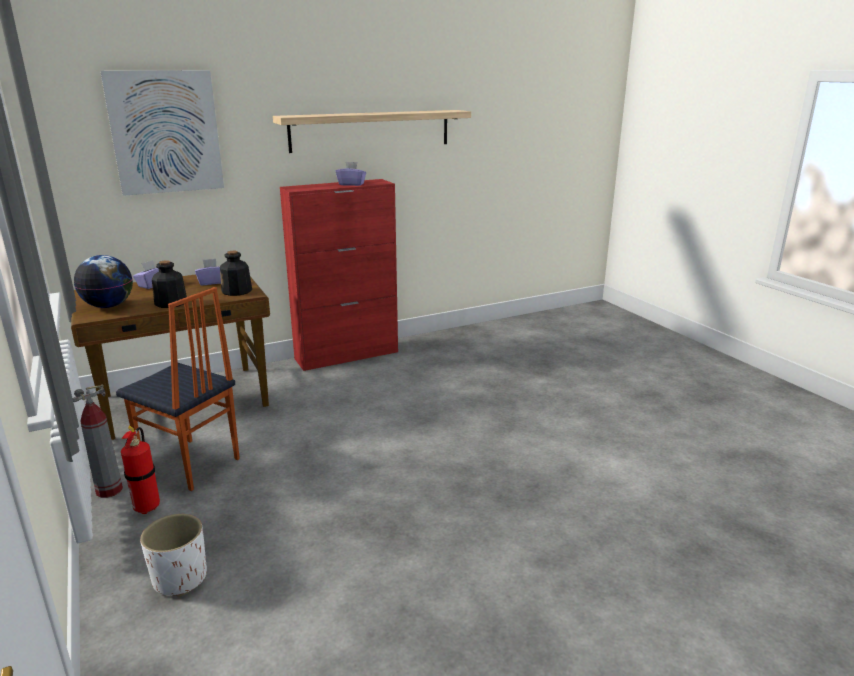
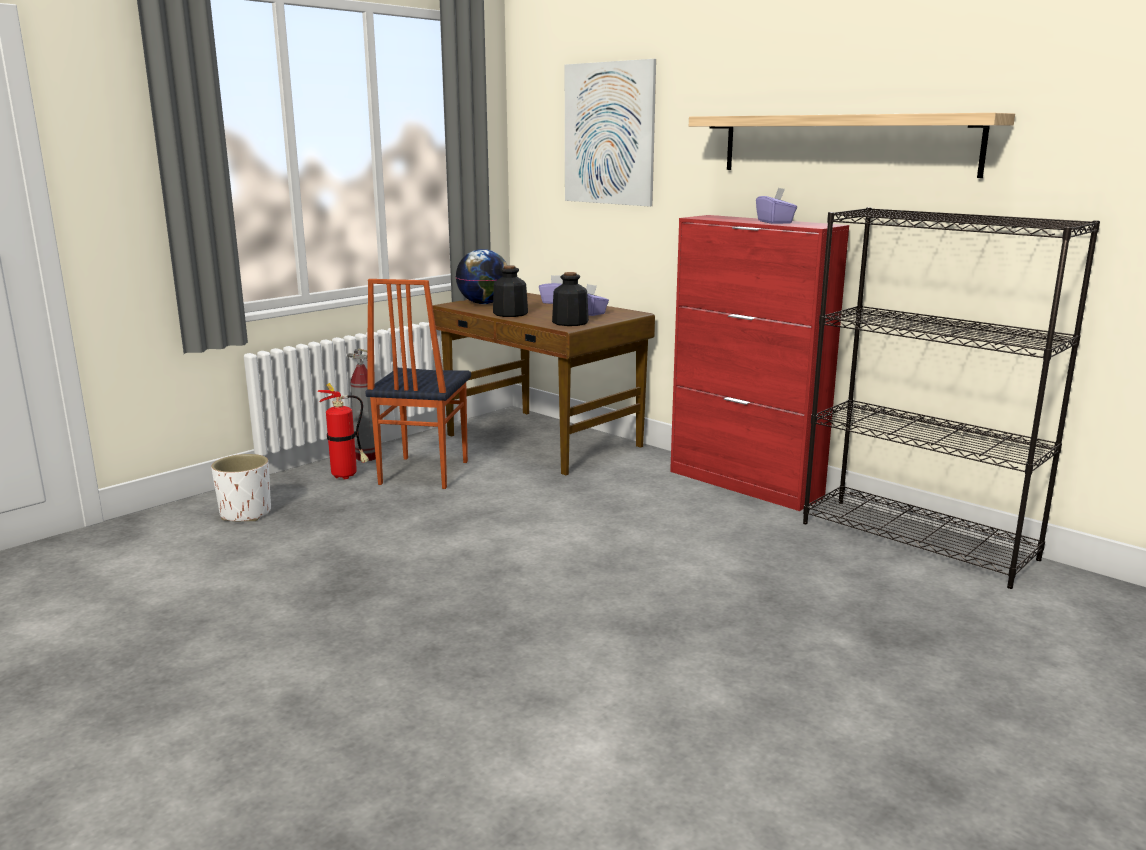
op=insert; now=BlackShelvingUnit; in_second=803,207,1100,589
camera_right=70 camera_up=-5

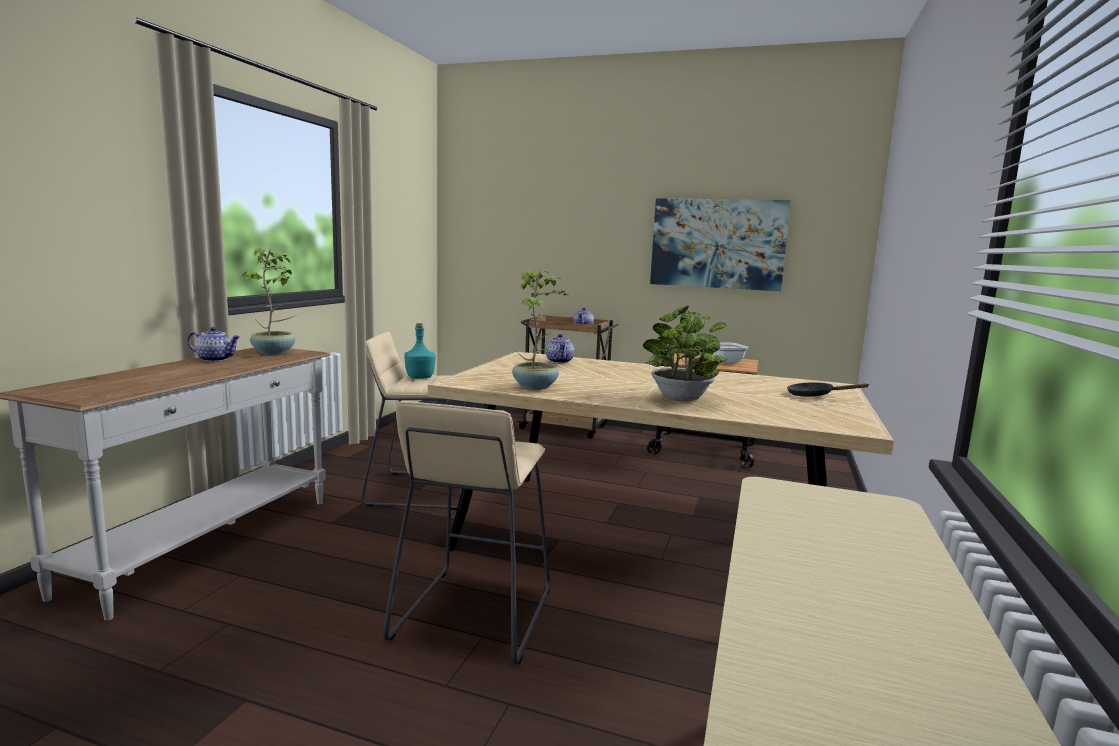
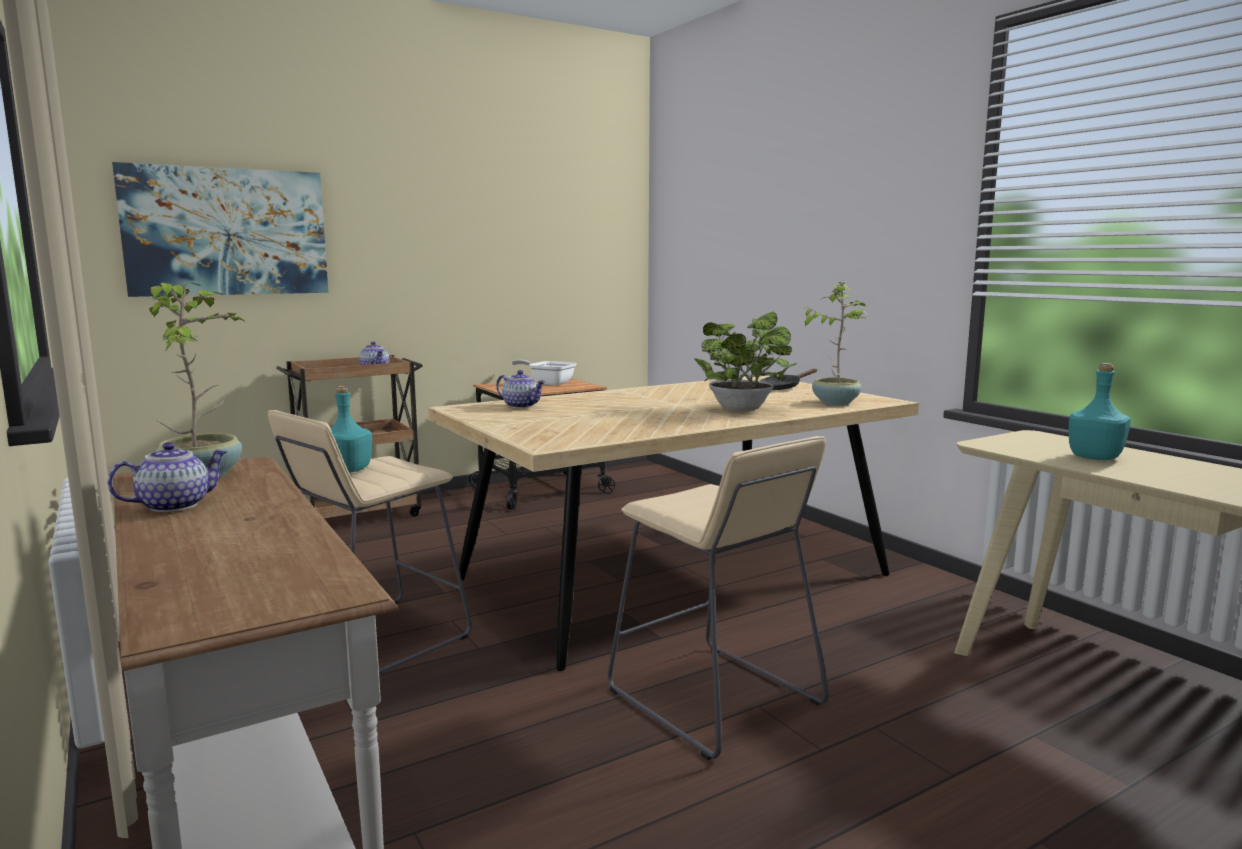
op=move; was=Picture; in_first=650,198,791,291; in_second=112,162,329,297
op=move; was=Houseplant; in_first=512,270,567,390; in_second=802,283,867,405
op=insert; now=TurquoiseColouredBottle; in_second=1069,363,1131,460
camera_right=-50 camera_up=0

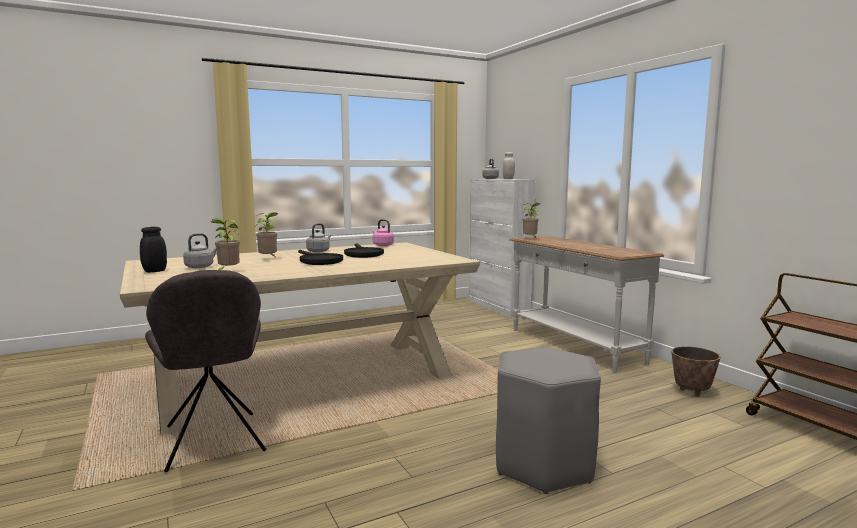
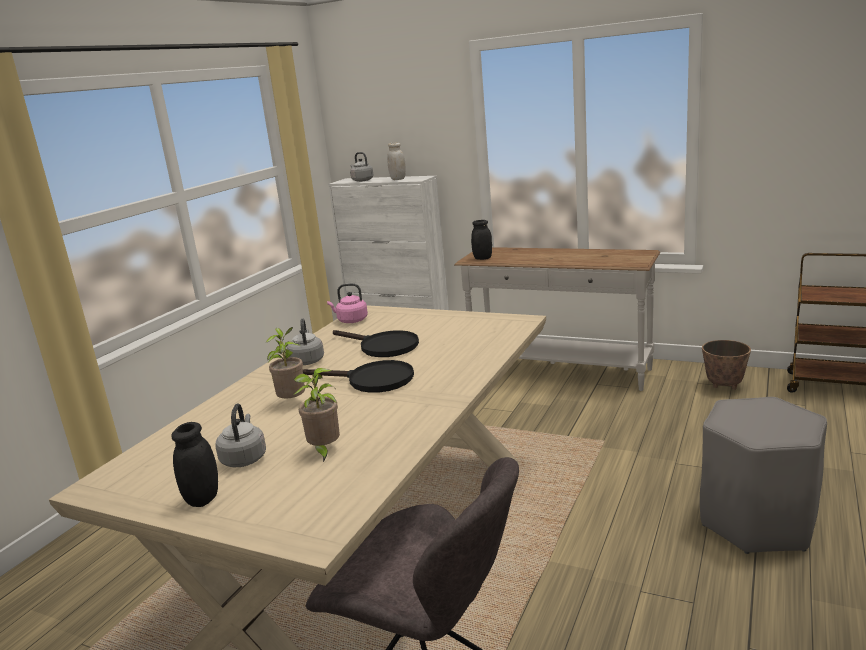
op=replace; was=Houseplant; now=BlackStorageJar; in_first=523,203,540,237; in_second=471,220,492,260
camera_right=-35 camera_up=10

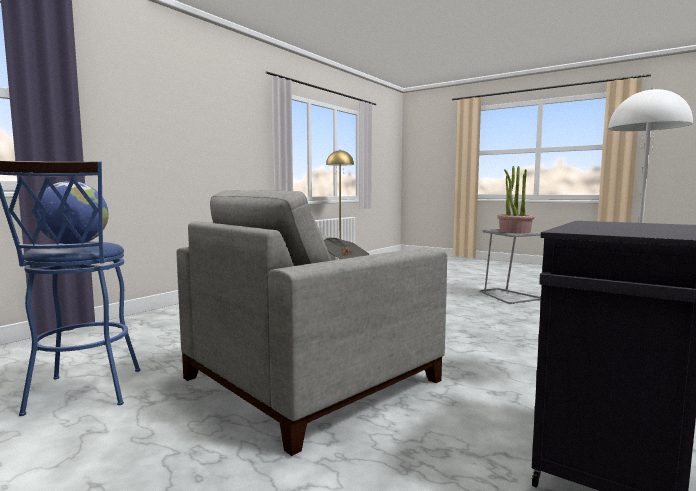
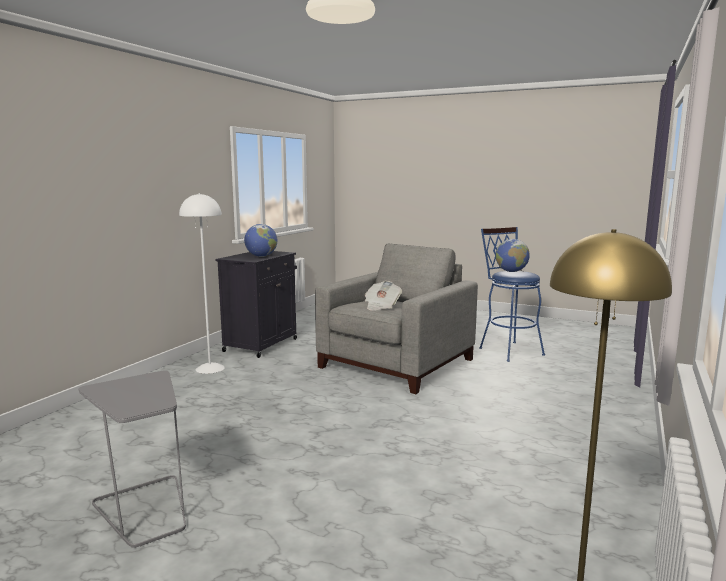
op=insert; now=WorldGlobe; in_second=244,224,277,257
op=delete; was=Houseplant; in_first=497,166,535,234
camera_right=170 camera_up=5

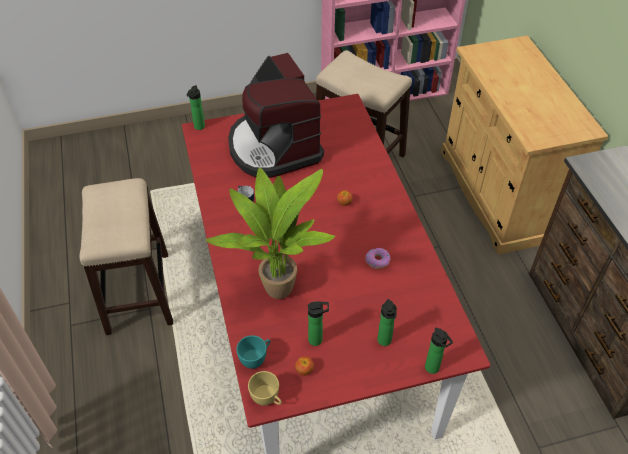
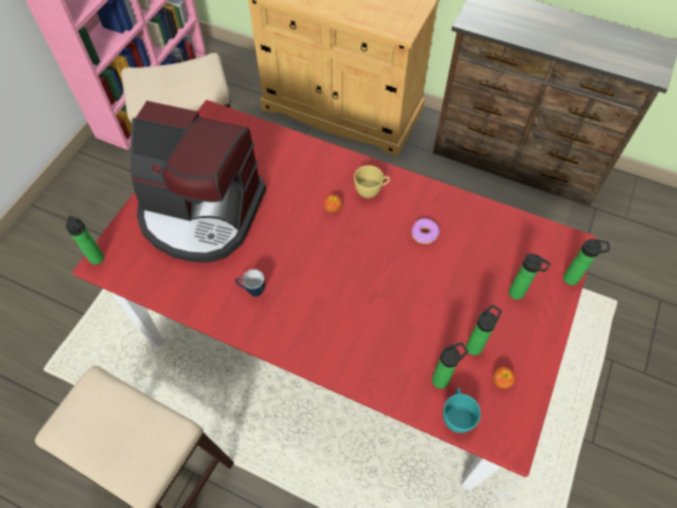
op=move; was=YellowColouredDrinkingCup; in_first=248,371,282,406; in_second=354,165,390,198
op=insert; now=Bottle; in_second=432,342,468,389
op=delete; was=Houseplant; in_first=205,168,335,299
camera_right=-50 camera_up=10

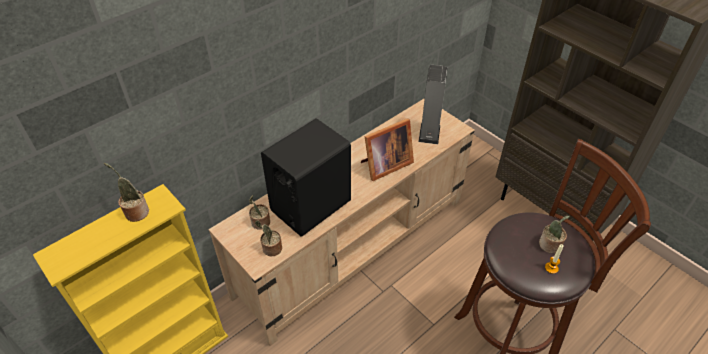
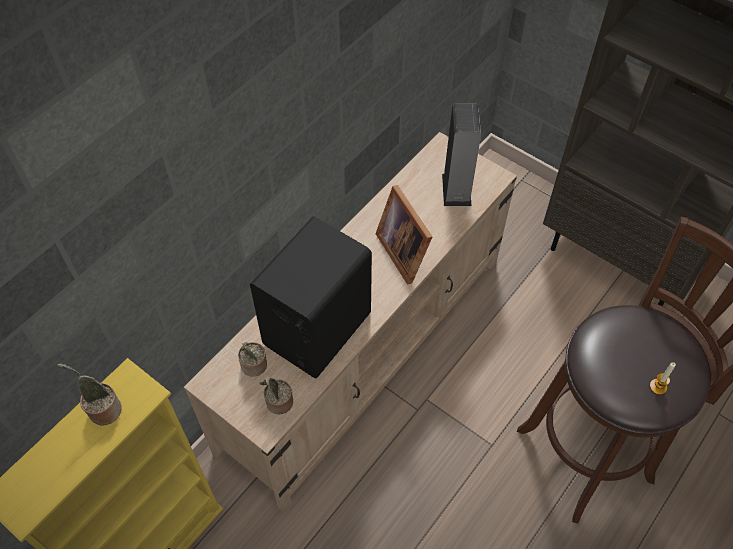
op=rotate; was=PictureFrame; in_first=361,118,414,181; in_second=376,185,432,284; clockwise=105
op=delete; was=Houseplant; in_first=539,216,570,253
camera_right=-10 camera_up=10

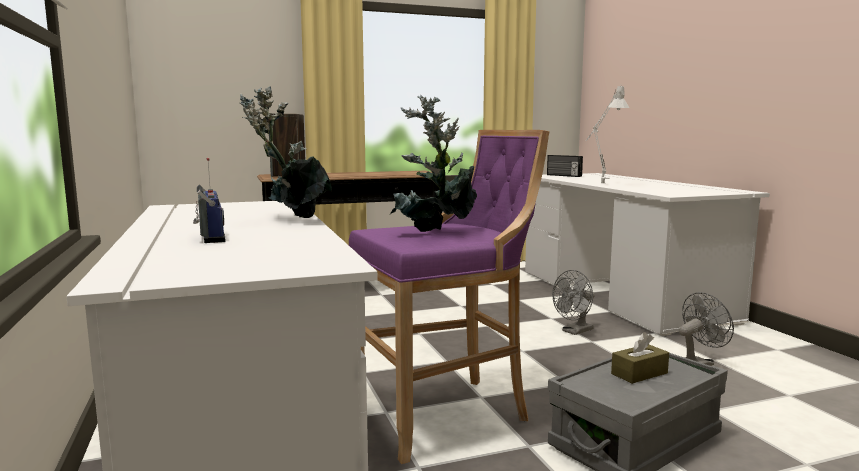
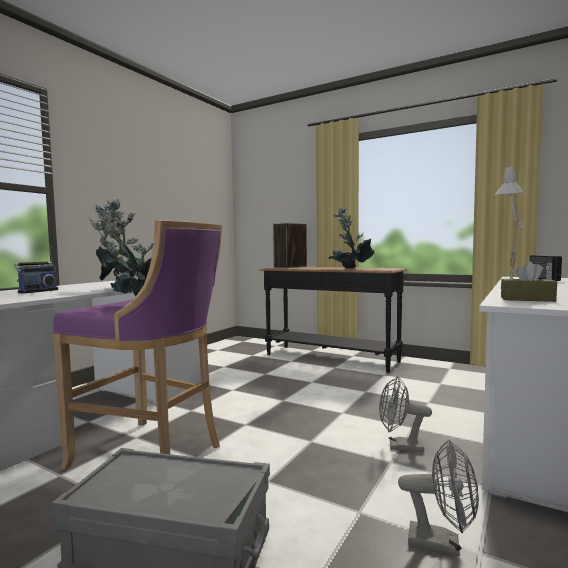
op=insert; now=Houseplant; in_second=329,207,375,269
op=move; was=BrownColouredBoxOfTissues; in_first=611,332,669,384; in_second=501,261,557,302
camera_right=50 camera_up=-5

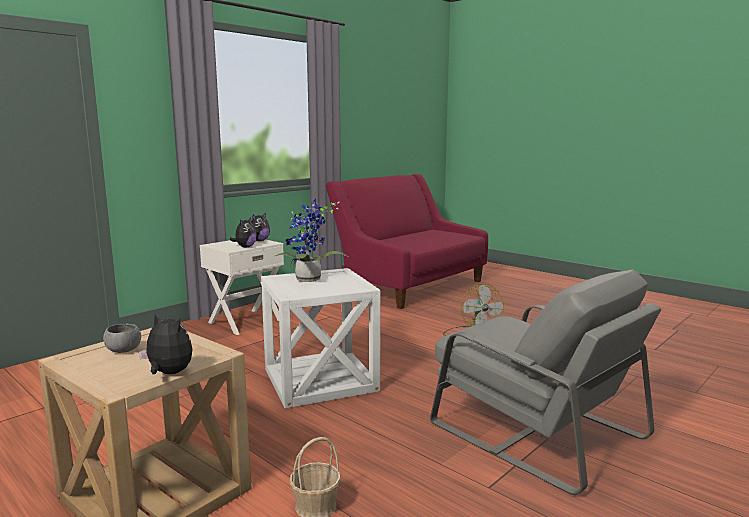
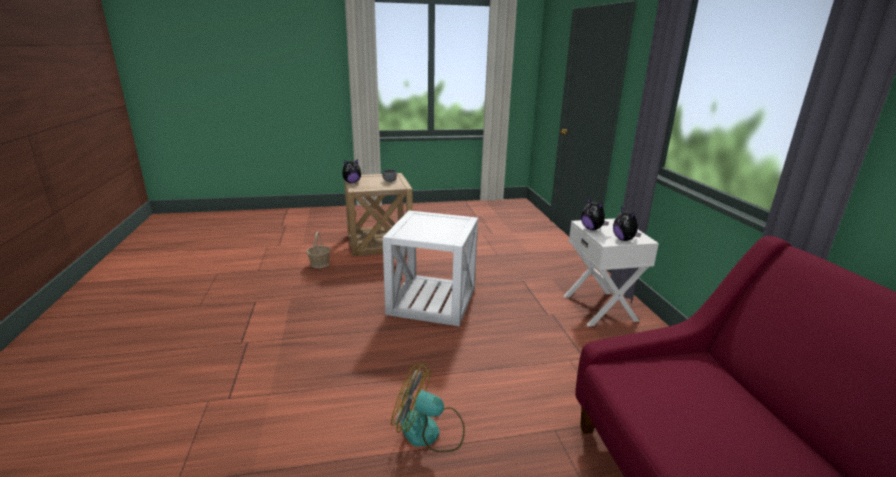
op=delete; was=Houseplant; in_first=275,199,347,282
op=delete; was=GreyishEasyChair; in_first=430,270,661,495
camera_right=125 camera_up=10

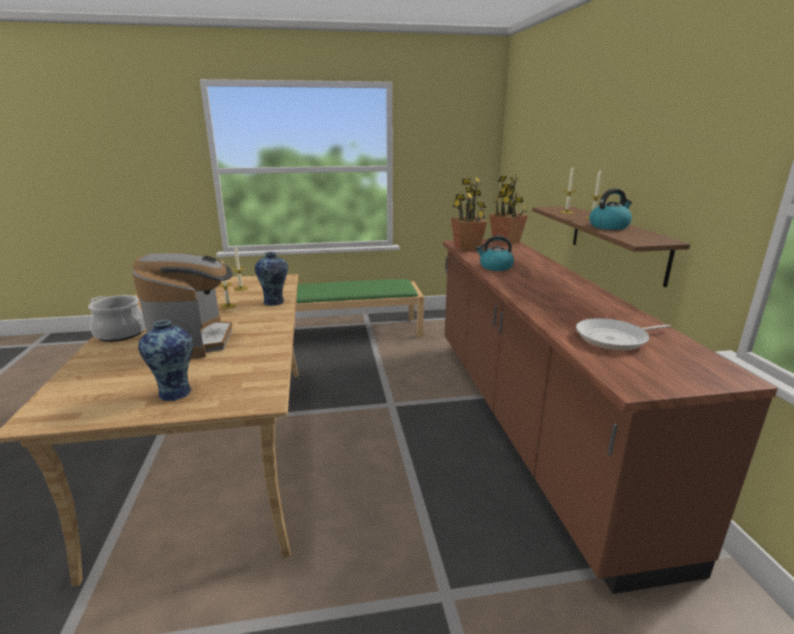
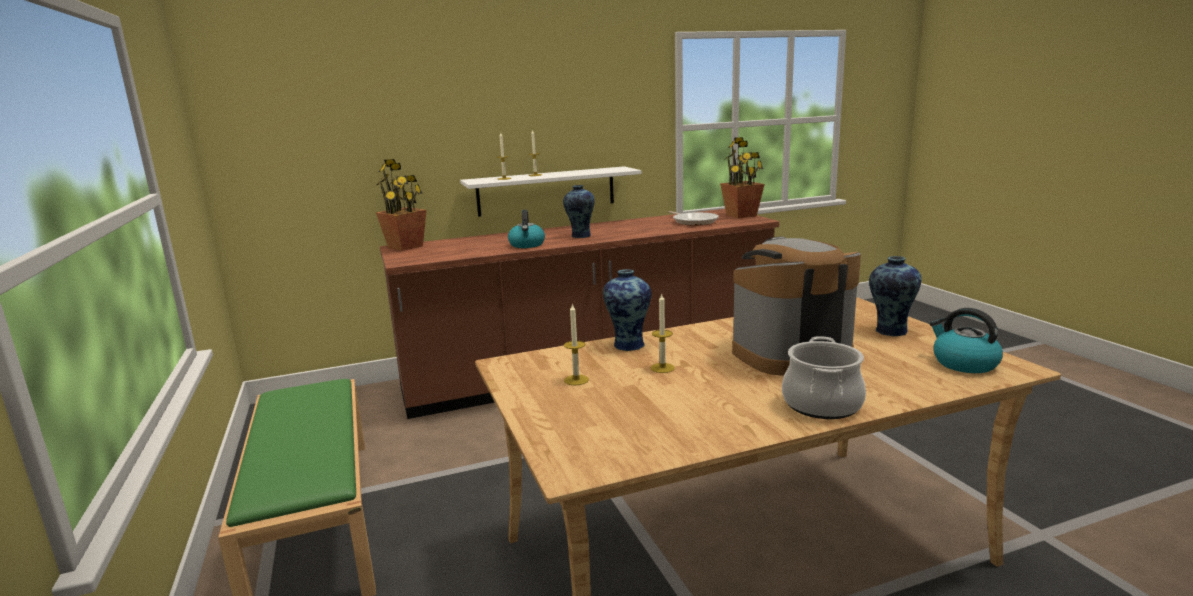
op=recolor; was=BrownColouredShelf; now=WhiteColouredShelf; in_first=532,206,690,287; in_second=460,166,642,217
op=insert; now=Vase; in_second=563,185,595,238
op=move; was=Houseplant; in_first=451,177,487,251; in_second=720,137,765,219
op=move; was=WaterKettle; in_first=589,188,632,230; in_second=930,308,1003,373
camera_right=-100 camera_up=-5

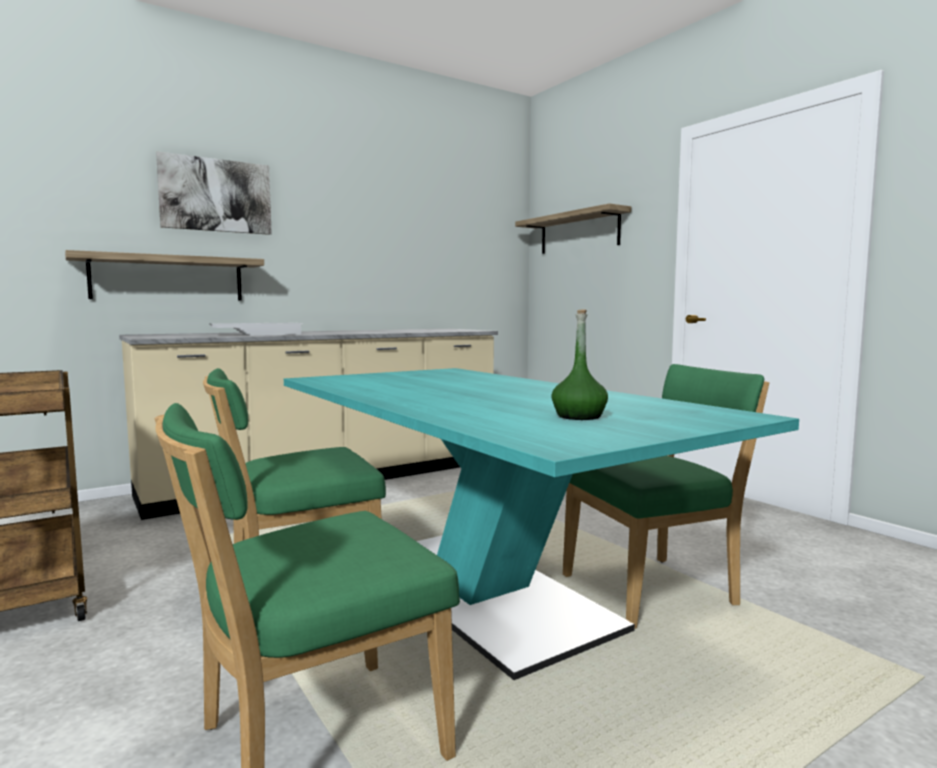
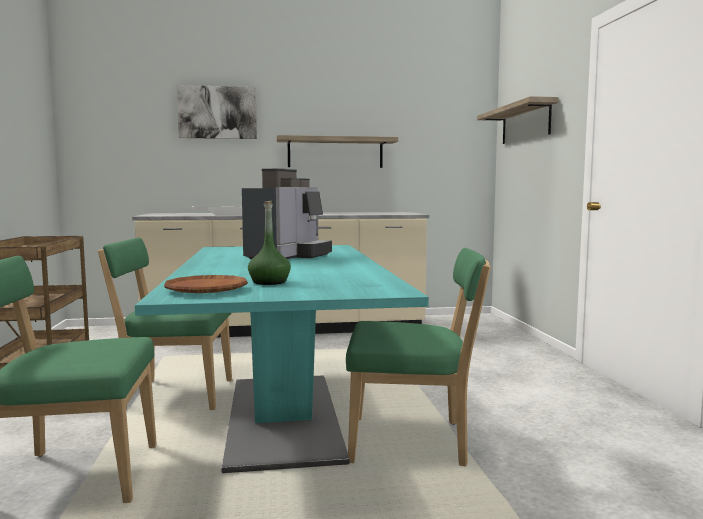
op=insert; now=BrownColouredPlate; in_second=164,275,248,293
op=insert; now=CoffeeMachine; in_second=242,168,332,259
op=move; was=Shelf; in_first=65,250,264,301; in_second=276,135,398,168
camera_right=25 camera_up=0

